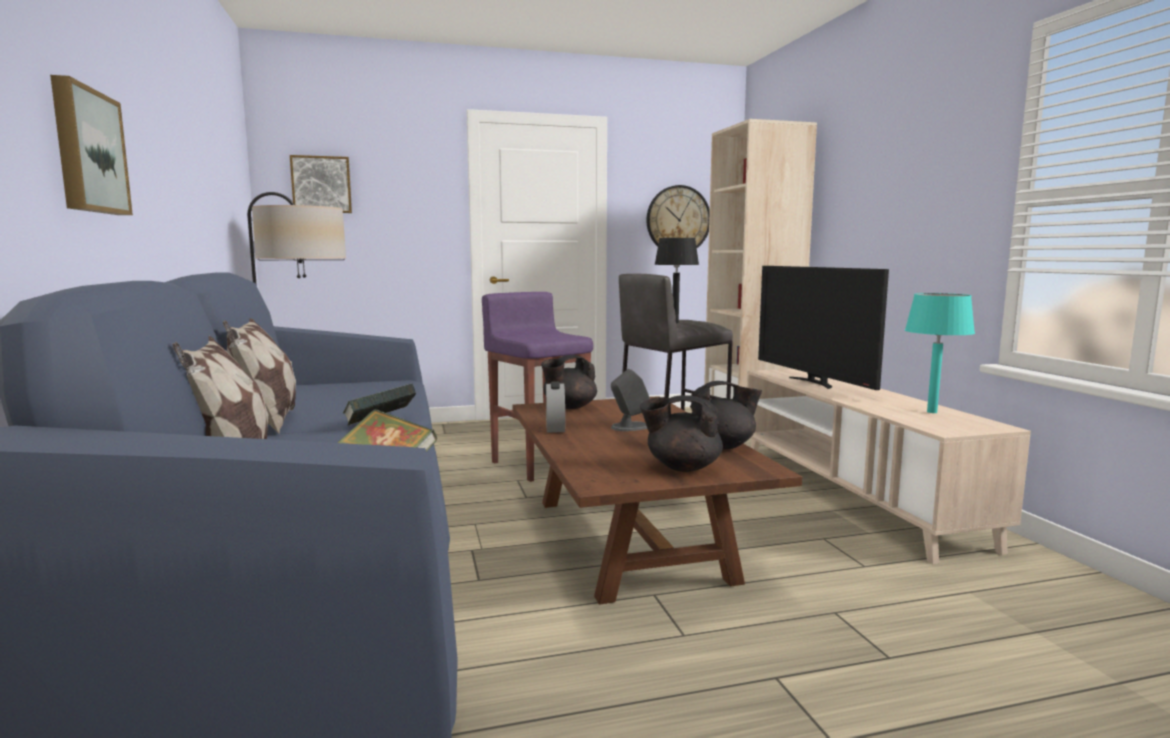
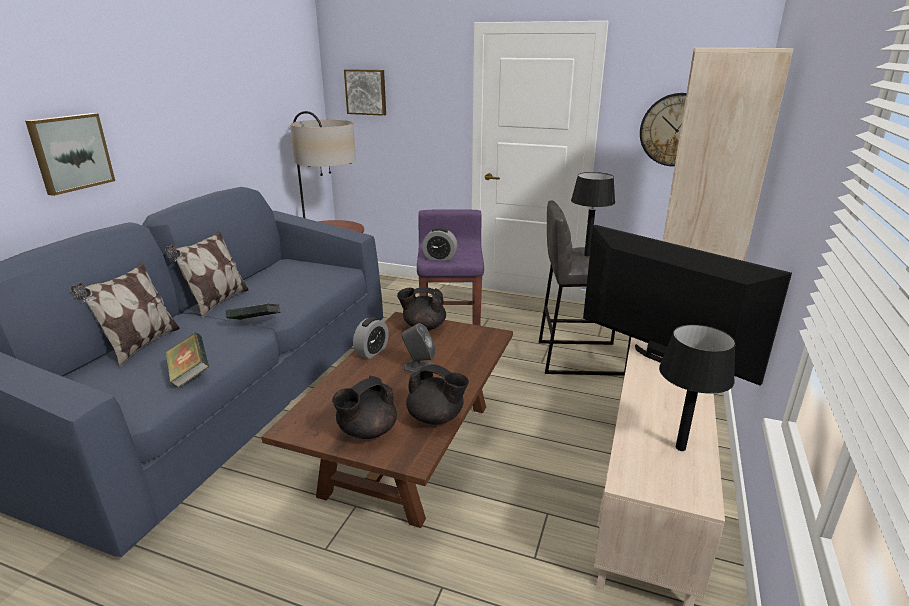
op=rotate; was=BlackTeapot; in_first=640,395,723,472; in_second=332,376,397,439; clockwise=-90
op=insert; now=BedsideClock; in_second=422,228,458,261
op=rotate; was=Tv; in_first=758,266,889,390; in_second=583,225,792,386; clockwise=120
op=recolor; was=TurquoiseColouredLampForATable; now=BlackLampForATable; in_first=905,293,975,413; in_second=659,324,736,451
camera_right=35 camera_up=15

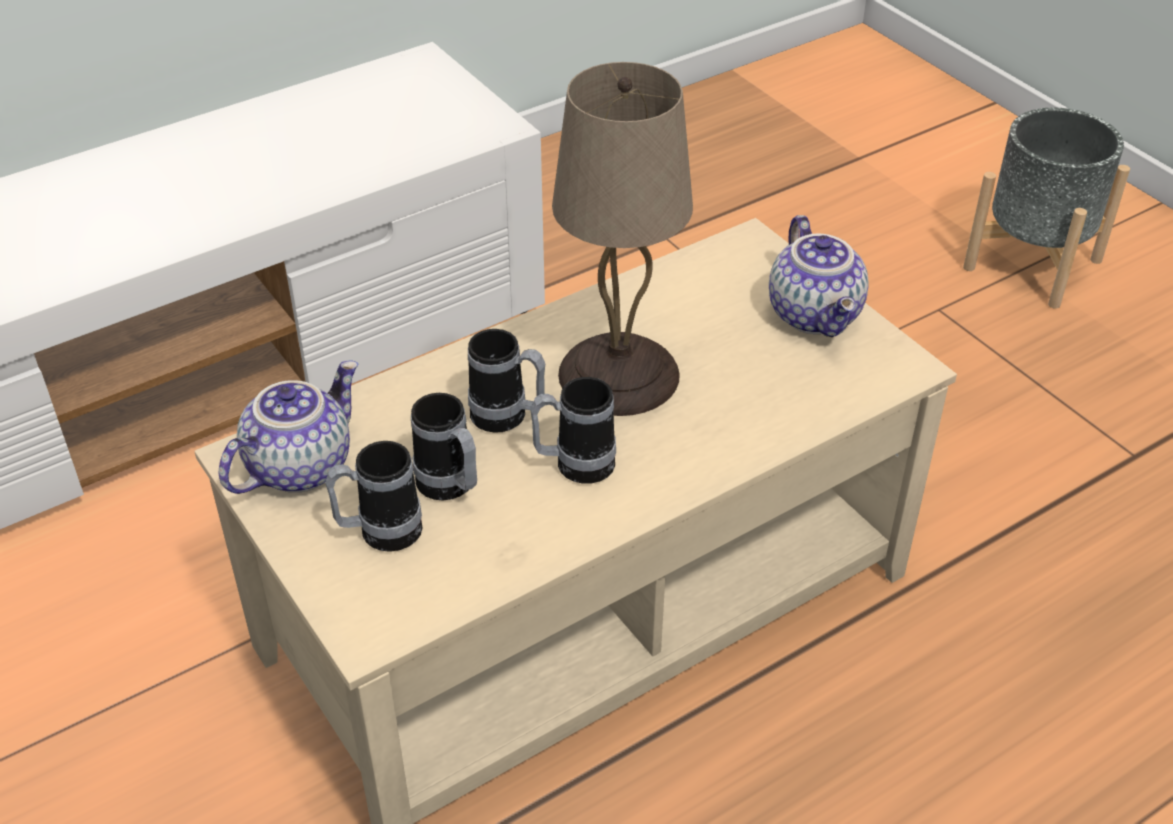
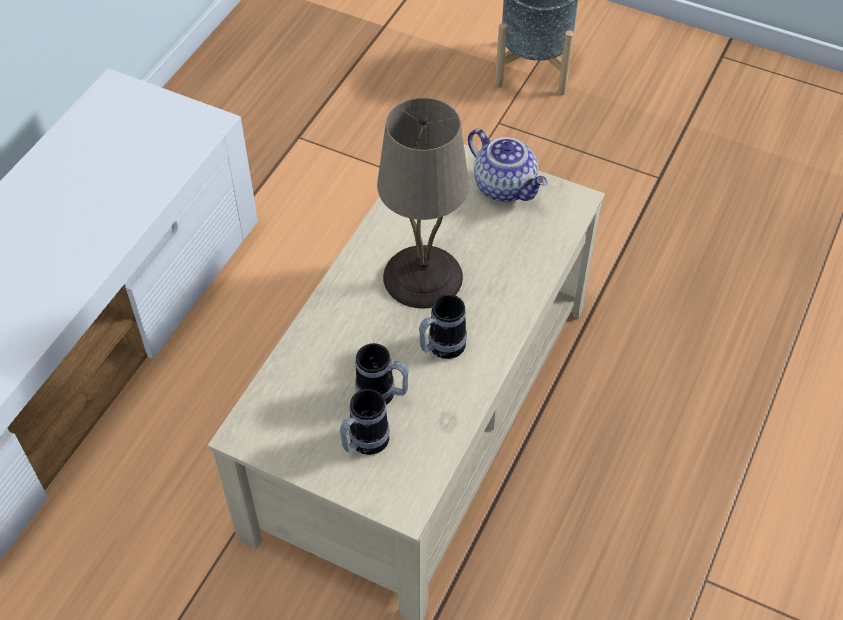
op=delete; was=Teapot; in_first=218,361,358,494
op=delete; was=CoffeeMug; in_first=468,329,545,433
camera_right=-30 camera_up=10

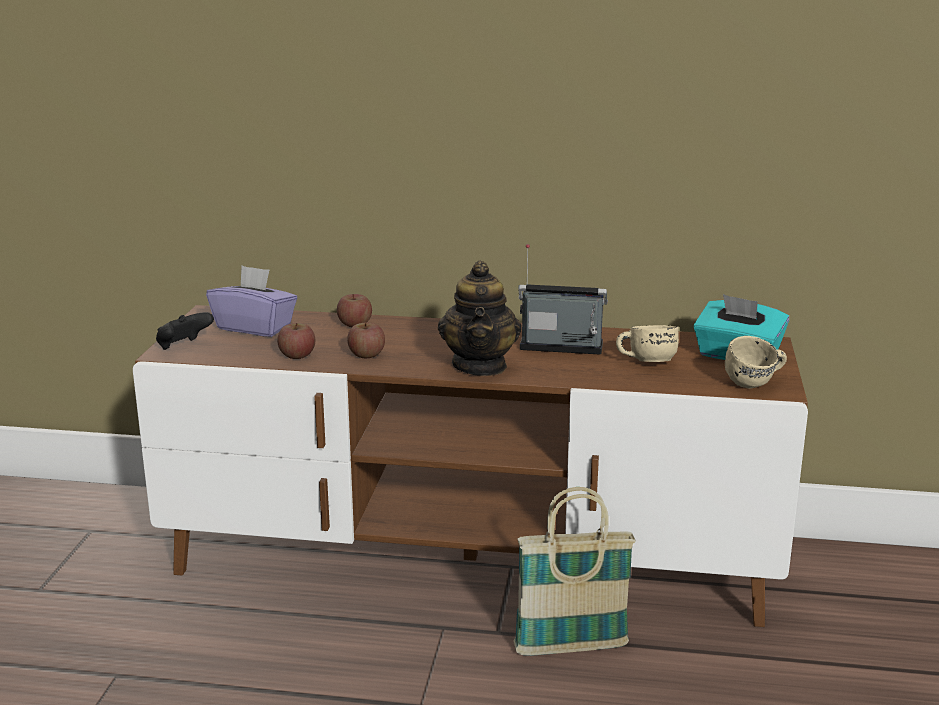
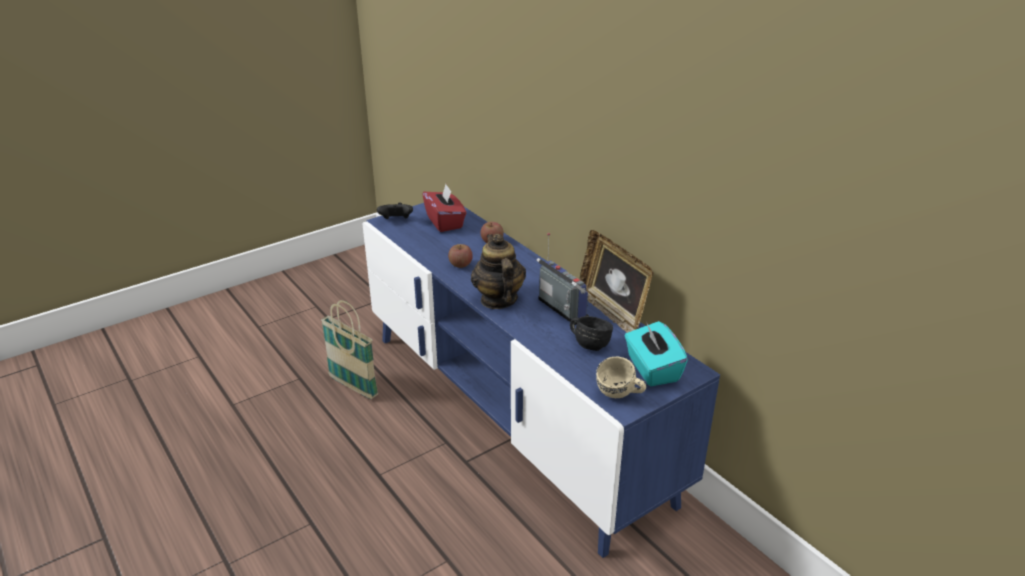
op=move; was=HouseholdBasket; in_first=514,487,636,656; in_second=321,300,378,399
op=recolor; was=BrownColouredTvUnit; now=BlueTvUnit; in_first=133,305,808,627; in_second=363,203,720,558
op=recolor; was=PurpleBoxOfTissues; now=RedColouredBoxOfTissues; in_first=206,265,297,337; in_second=422,184,466,232
op=rotate; was=Teapot; in_first=438,260,522,376; in_second=471,234,526,309; clockwise=120
op=recolor; was=BeigeCoffeeMug; now=BlackCoffeeMug; in_first=616,325,679,362; in_second=570,316,613,351
op=insert; now=PictureFrame; in_second=579,230,653,333
op=delete; was=WholeApple; in_first=277,323,315,359
camera_right=45 camera_up=10

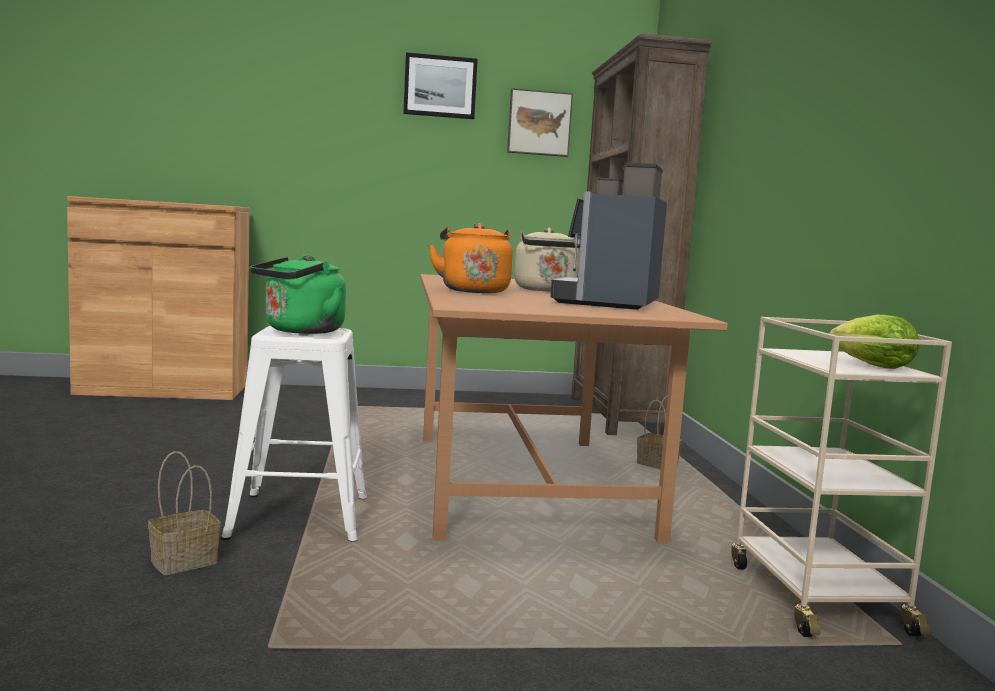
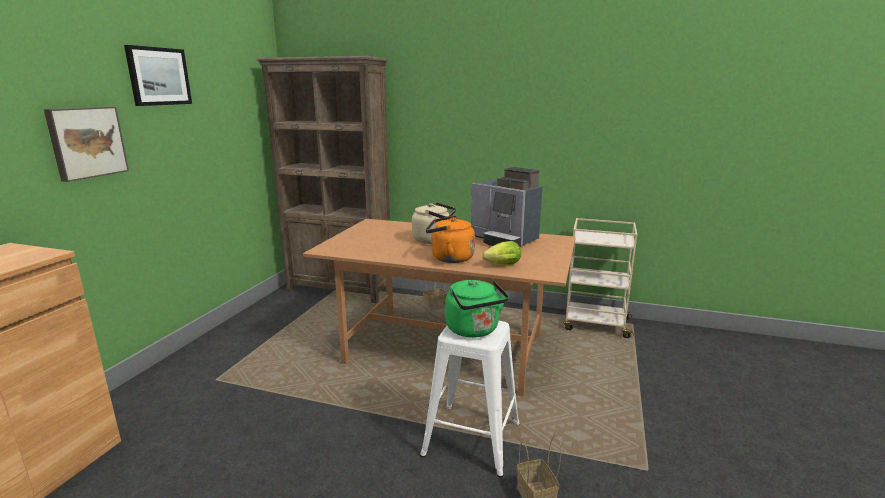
op=move; was=Picture; in_first=507,88,573,157; in_second=44,107,129,182
op=move; was=HeadOfLettuce; in_first=830,314,919,369; in_second=482,241,521,265
camera_right=-65 camera_up=10

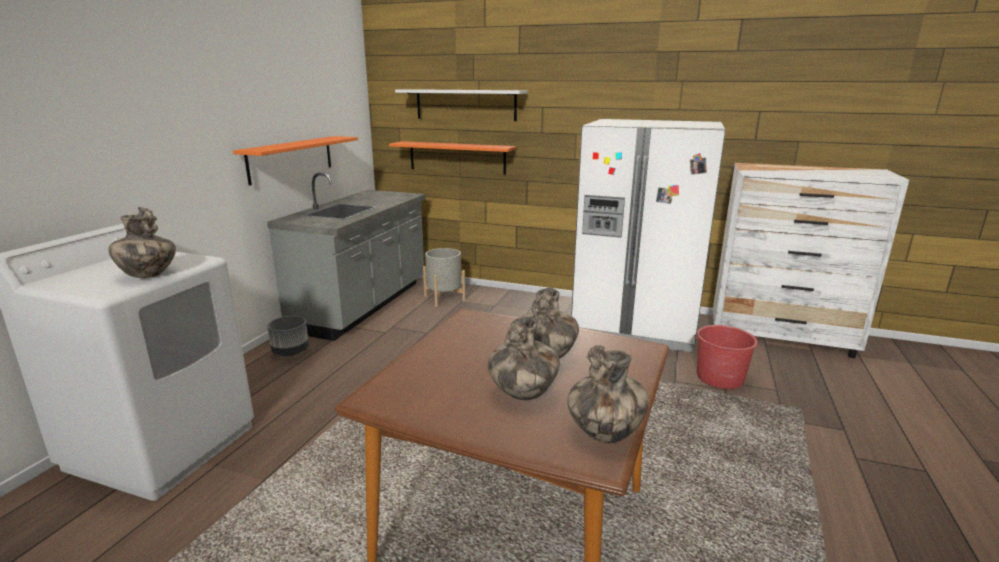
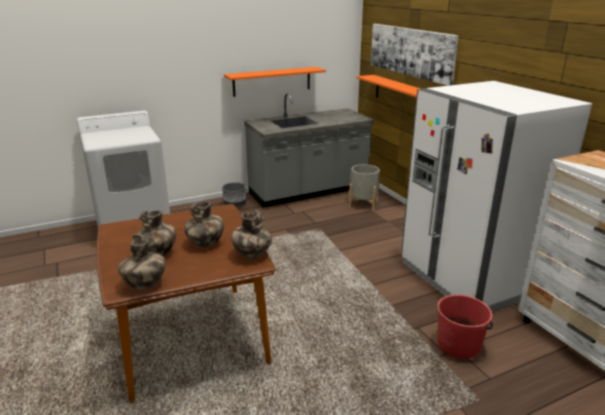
op=move; was=Vase; in_first=108,207,176,278; in_second=231,209,272,259
op=replace; was=WhiteColouredShelf; now=Picture; in_first=395,89,528,121; in_second=371,24,459,86
camera_right=45 camera_up=5

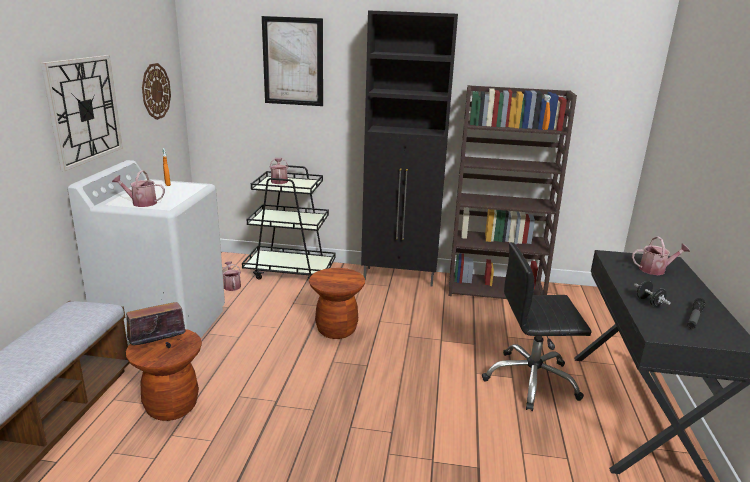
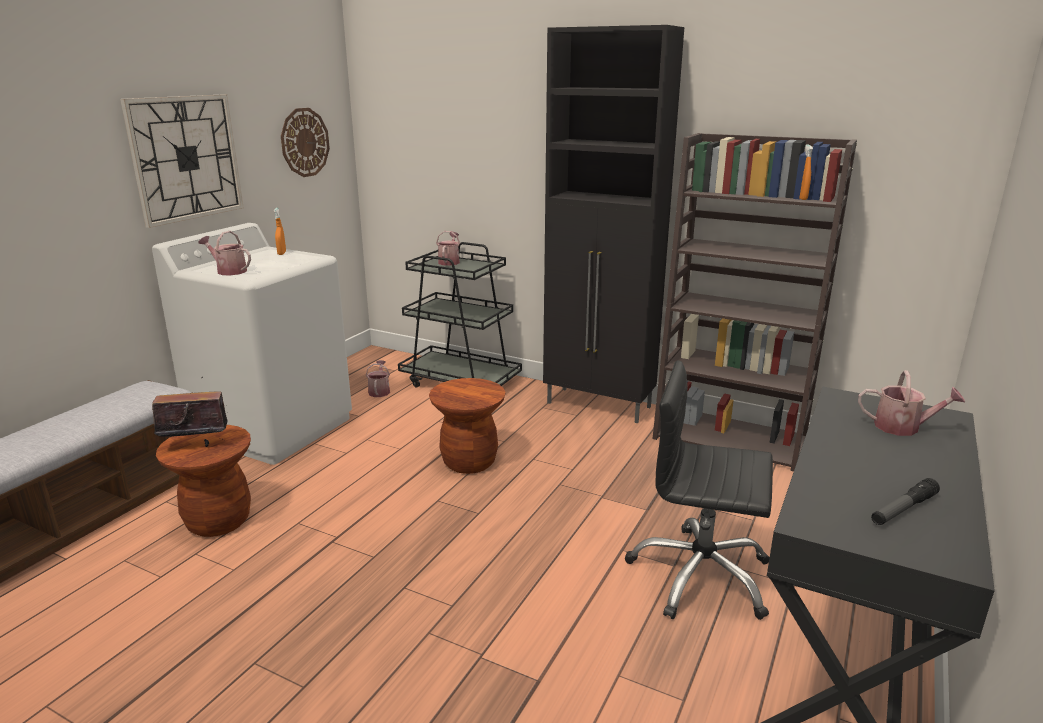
op=delete; was=Picture; in_first=262,16,323,106
op=delete; was=BlackHandWeight; in_first=634,281,671,307
camera_right=20 camera_up=0

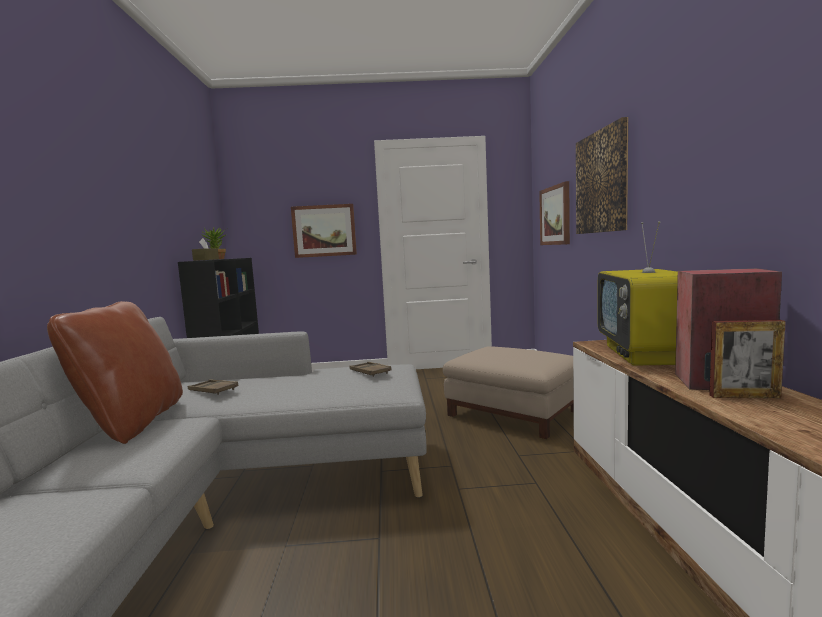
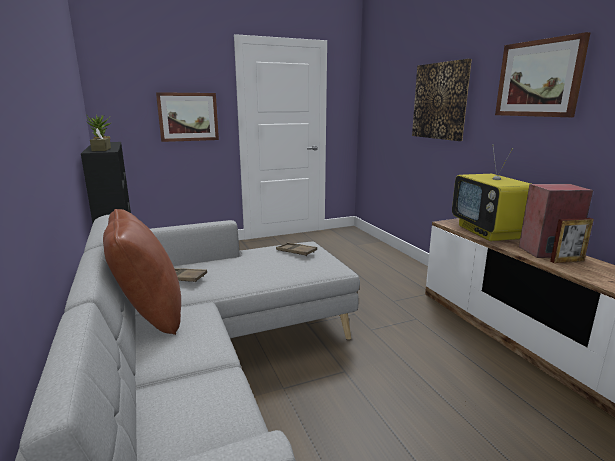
op=move; was=Picture; in_first=539,181,570,245; in_second=495,32,590,117
op=delete; was=BeigeFootrest; in_first=443,346,574,439
camera_right=-20 camera_up=10

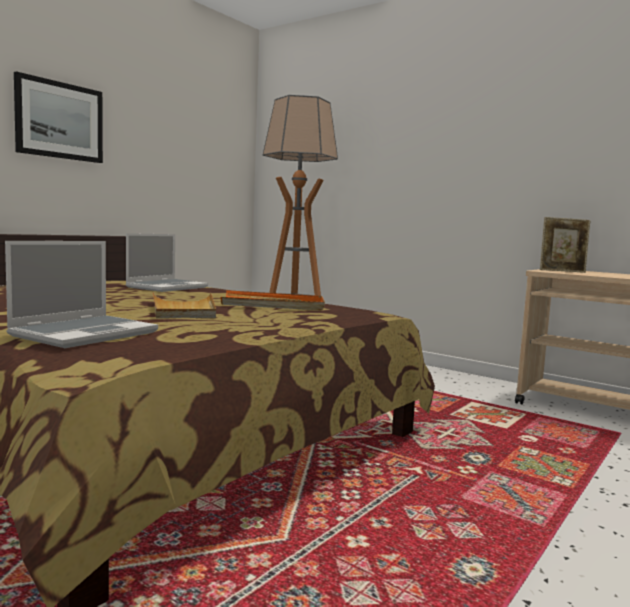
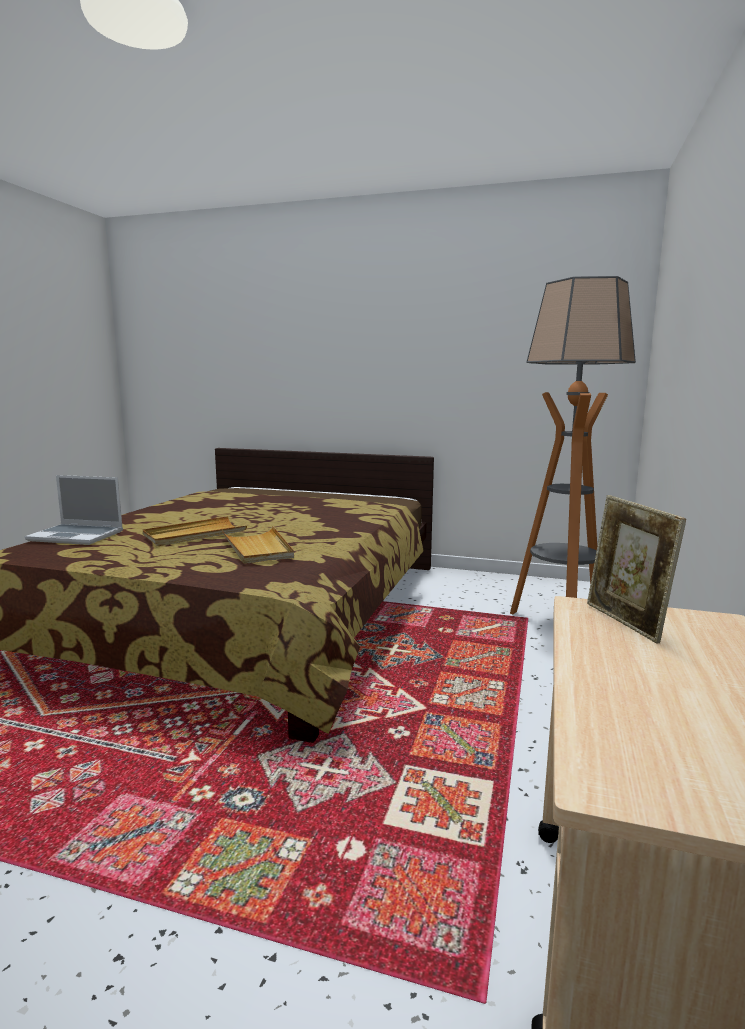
op=recolor; was=OrangeServingTray; now=BeigeServingTray; in_first=221,290,325,310; in_second=222,526,294,564
op=delete; was=Picture; in_first=14,71,103,163
op=delete; was=PortableComputer; in_first=125,233,208,292
camera_right=70 camera_up=5

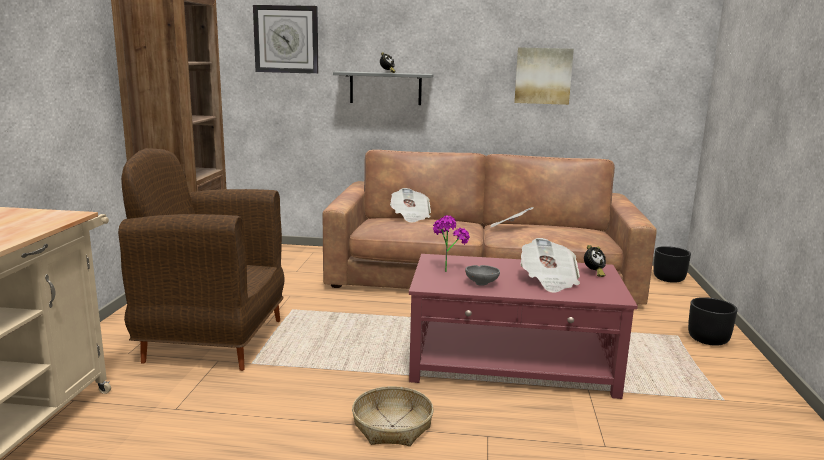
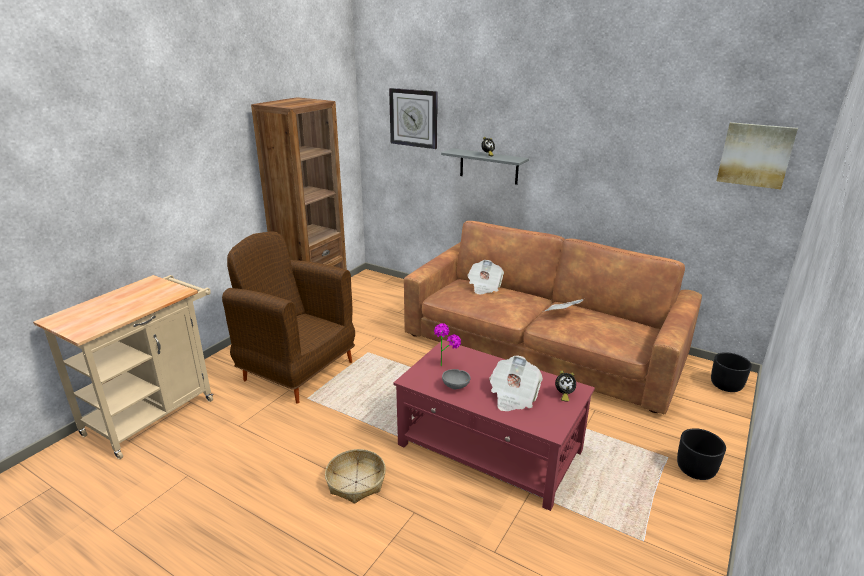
op=move; was=Picture; in_first=514,47,574,105; in_second=717,122,798,190
camera_right=25 camera_up=10

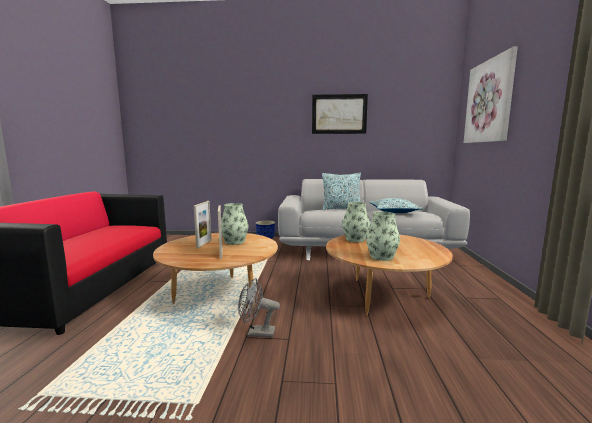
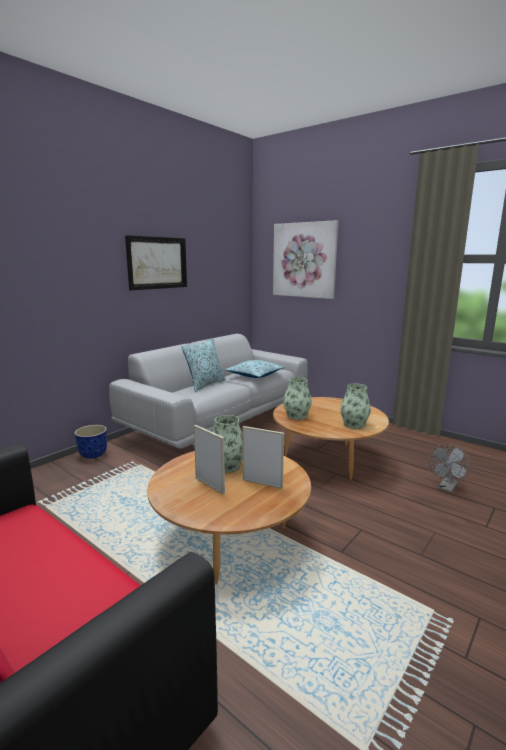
op=move; was=GreyishElectricFan; in_first=238,278,280,338; in_second=429,444,471,493
camera_right=-55 camera_up=5

